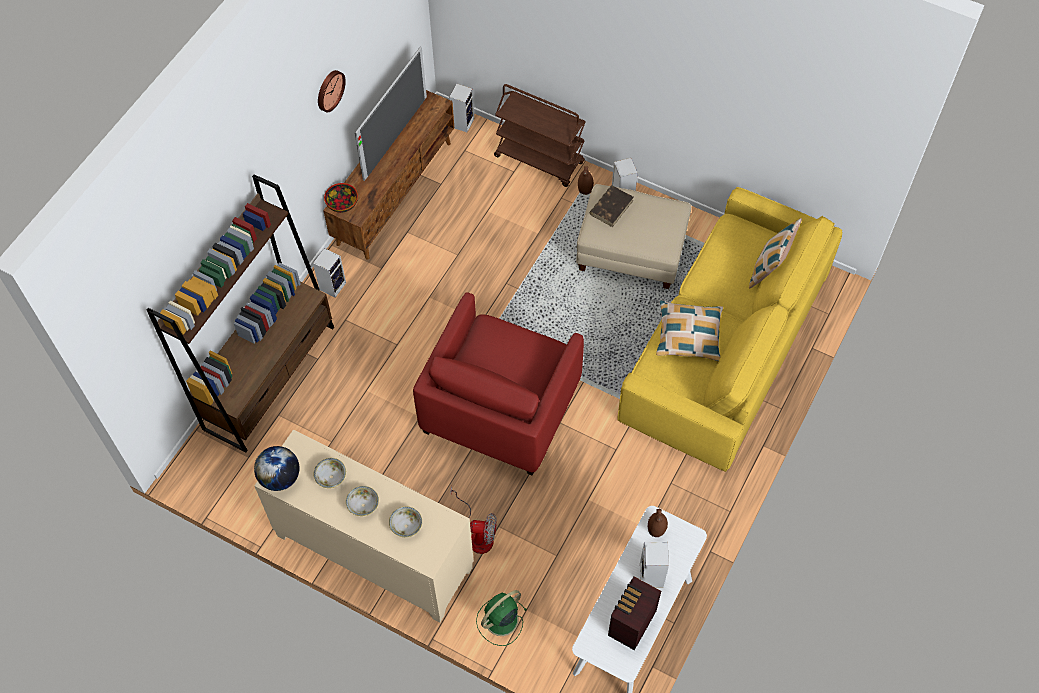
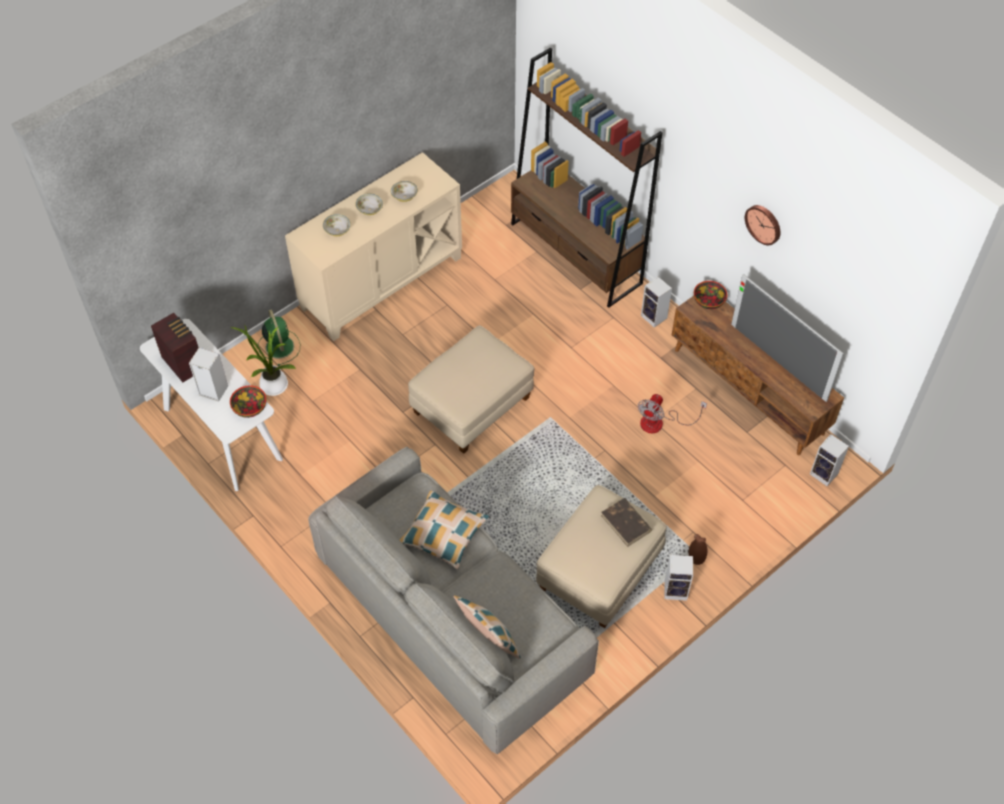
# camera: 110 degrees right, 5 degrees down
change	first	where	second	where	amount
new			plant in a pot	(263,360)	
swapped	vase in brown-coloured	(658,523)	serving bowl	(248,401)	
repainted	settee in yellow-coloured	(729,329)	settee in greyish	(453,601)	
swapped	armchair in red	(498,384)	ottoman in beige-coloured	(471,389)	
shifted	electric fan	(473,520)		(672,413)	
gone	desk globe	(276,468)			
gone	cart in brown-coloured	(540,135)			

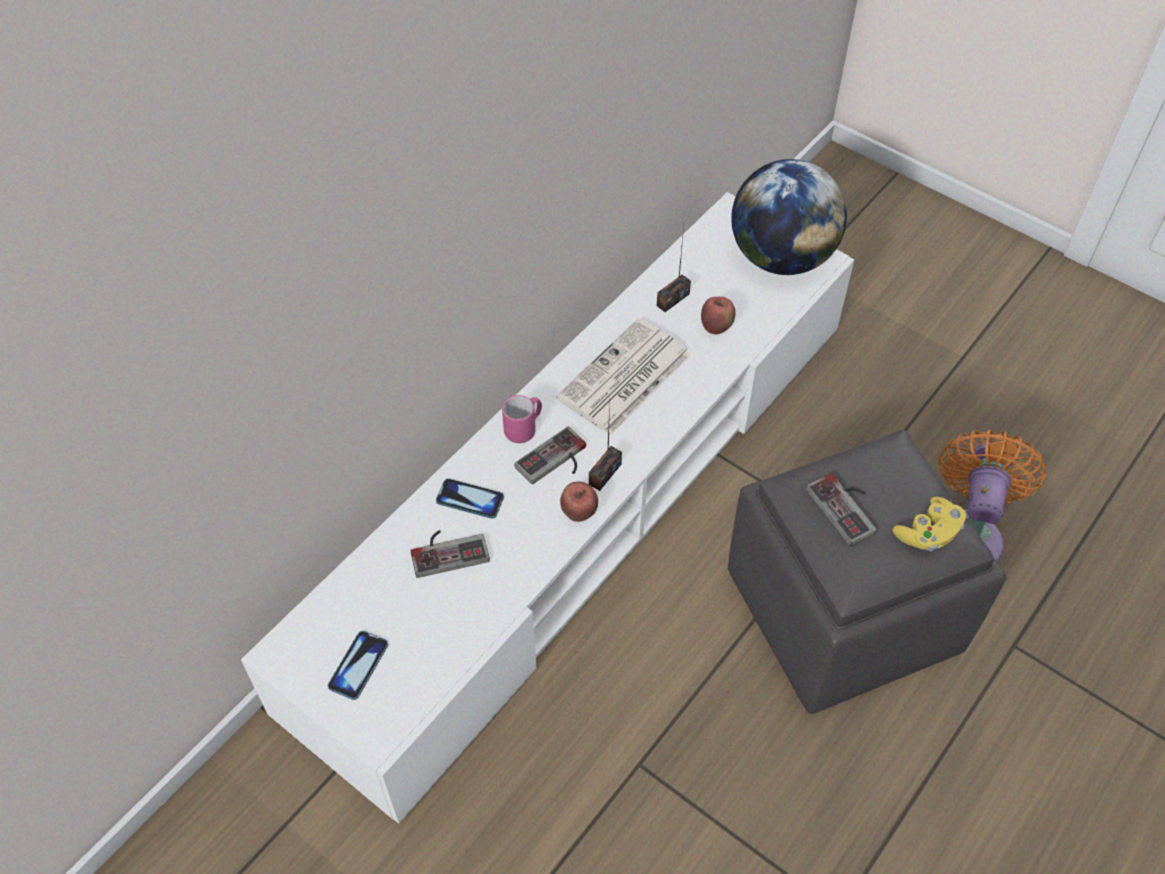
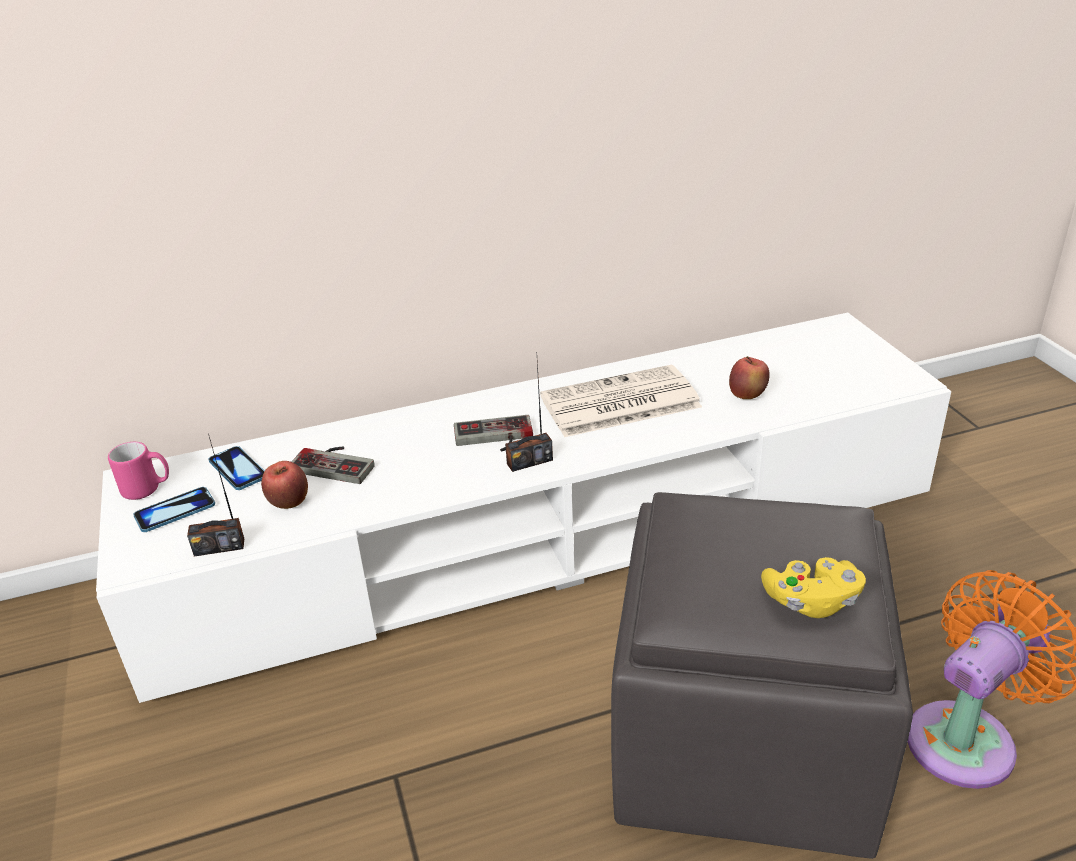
# camera: 35 degrees right, 20 degrees down
change	first	where	second	where	amount
shifted	coffee mug in pink	(522,419)		(138,471)	
shifted	radio receiver	(674,269)		(215,495)	
shifted	telephone	(470,498)		(236,468)	
shifted	whole apple	(579,501)		(284,485)	
gone	desk globe	(789,217)			
gone	gamepad	(841,509)			

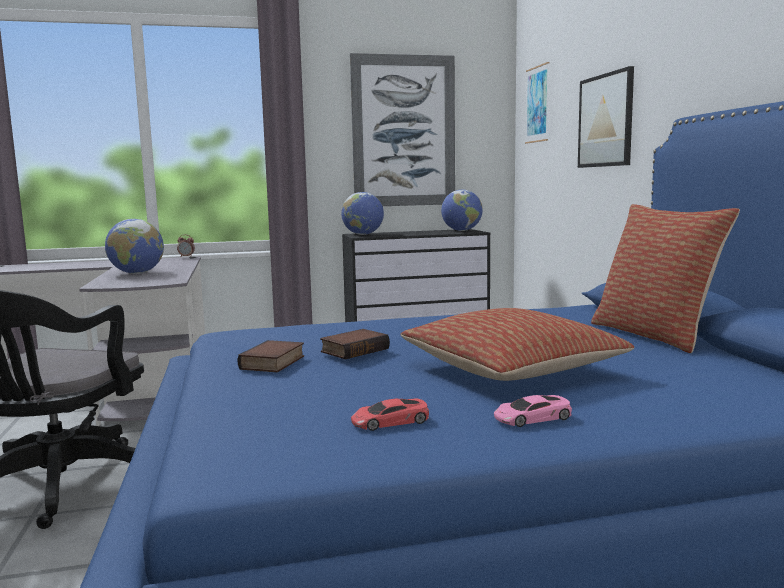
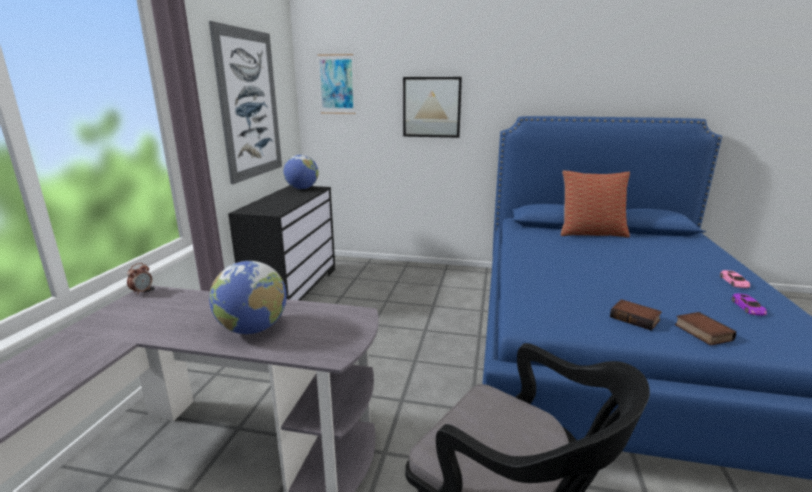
# camera: 65 degrees left, 10 degrees up
change	first	where	second	where	amount
shifted	bound book	(355,344)		(705,329)	
repainted	miniature car in red	(390,414)	miniature car in purple	(749,304)	
gone	desk globe	(362,213)			
gone	pillow	(517,344)			

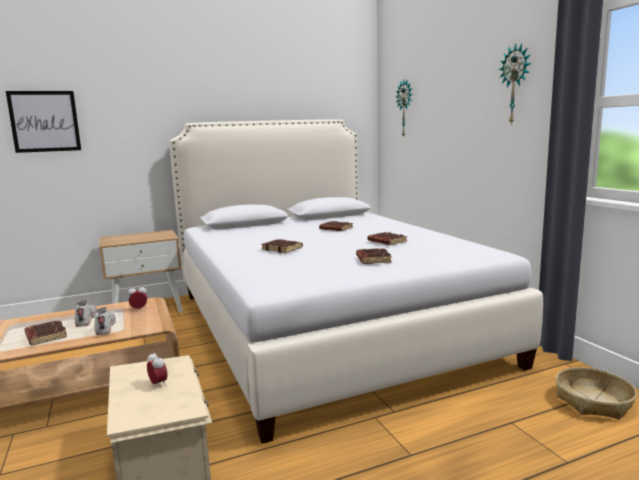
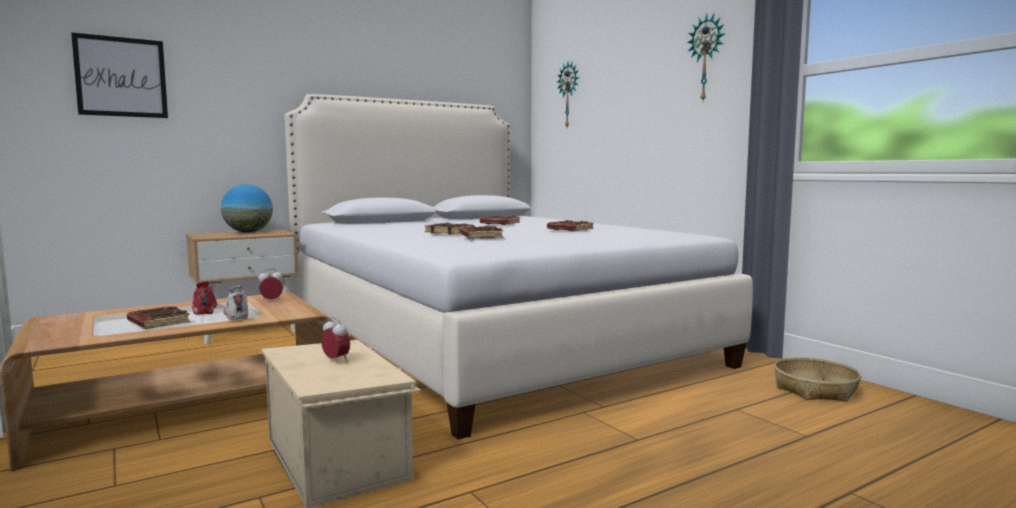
# camera: 10 degrees left, 5 degrees down
change	first	where	second	where	amount
repainted	item of footwear in whitish	(86,313)	item of footwear in red	(204,298)	
new			desk globe	(247,208)	
shifted	bound book in brown-coloured	(374,256)		(481,232)	

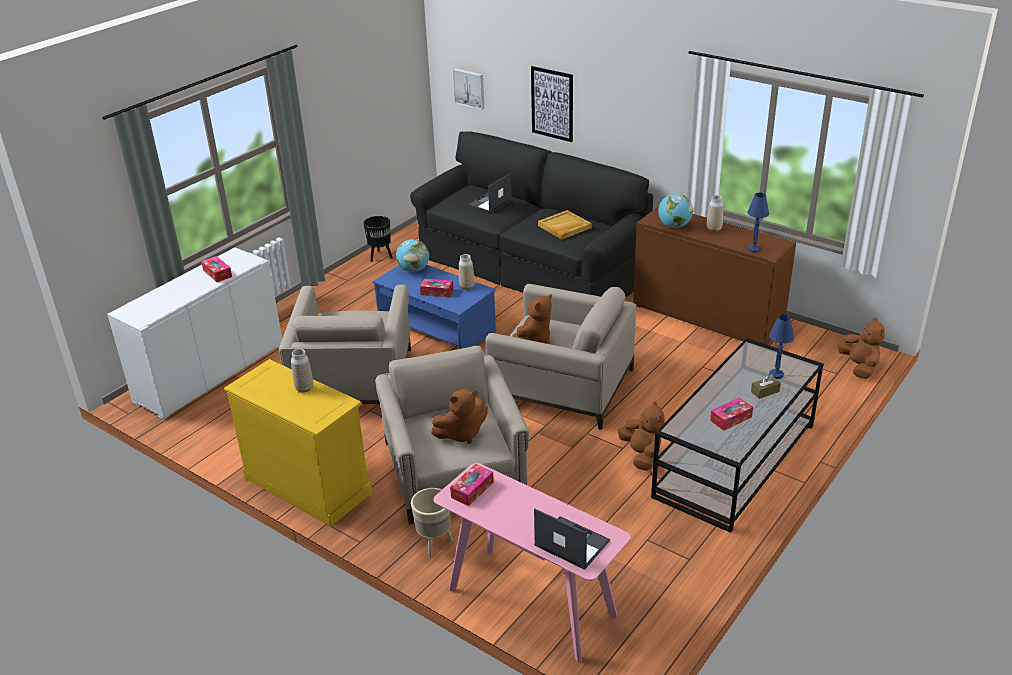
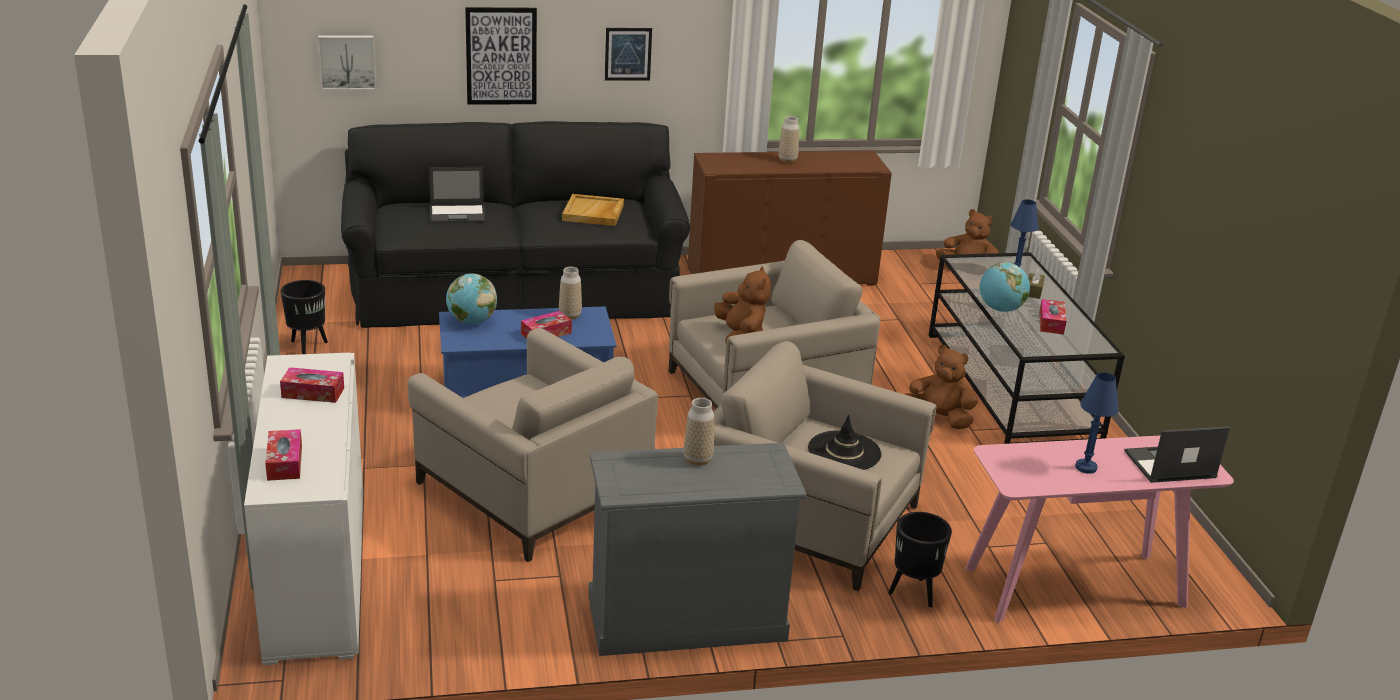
# camera: 50 degrees left, 5 degrees down
change	first	where	second	where	amount
shifted	tissue holder	(472,485)		(283,455)	
rotated	portable computer	(490,193)		(457,195)	90 degrees counterclockwise
repainted	drawer chest in yellow-coloured	(298,443)	drawer chest in greyish	(697,549)	
new			wall art	(628,54)	
swapped	plush toy in brown-coloured	(459,416)	wearable hat in blackish	(845,442)	
repainted	flower pot in beige-coloured	(432,523)	flower pot in blackish	(920,559)	
shifted	desk globe	(675,210)		(1005,287)	
shifted	table lamp in bluish	(758,223)		(1097,423)	

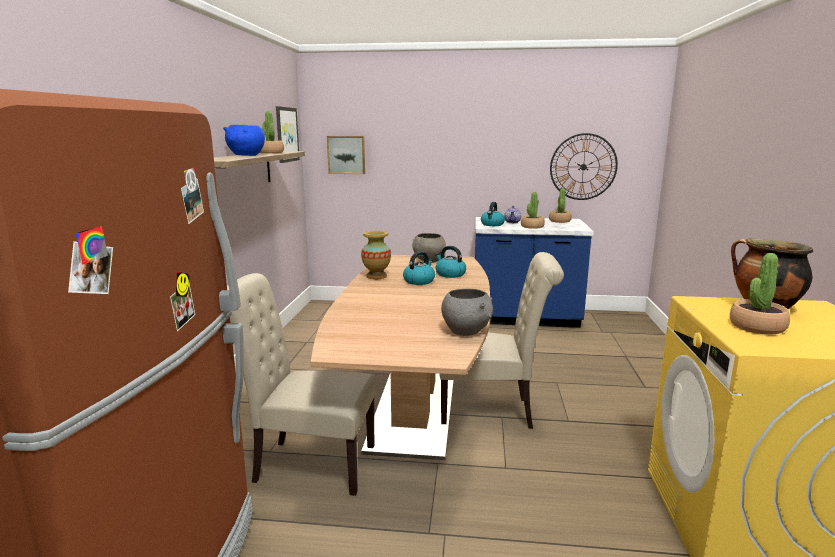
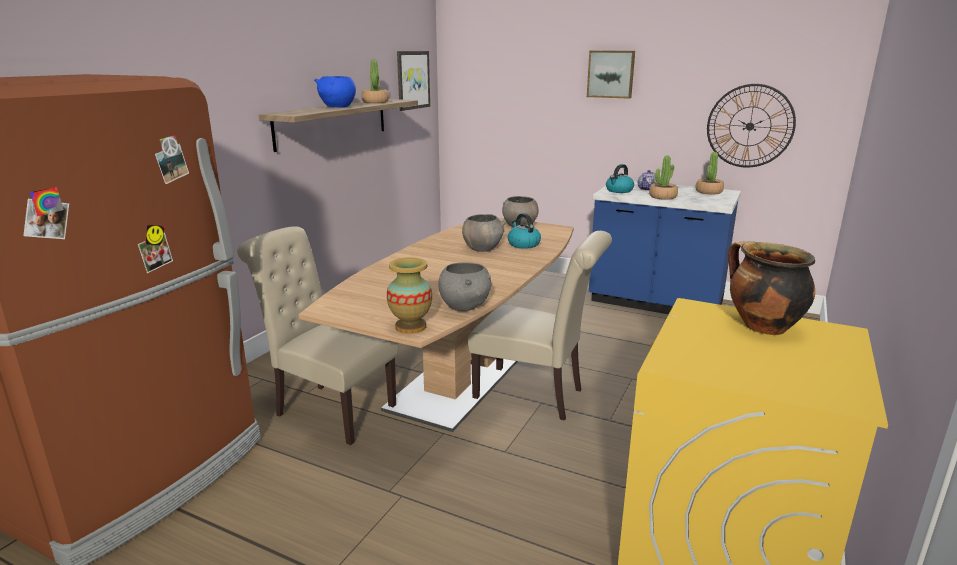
# camera: 20 degrees right, 5 degrees up
change	first	where	second	where	amount
shifted	vase	(376,255)		(409,295)	
swapped	tea kettle	(419,268)	serving bowl in greyish	(484,233)	
shifted	wall art	(346,155)		(611,75)	
gone	plant in a pot	(760,294)			

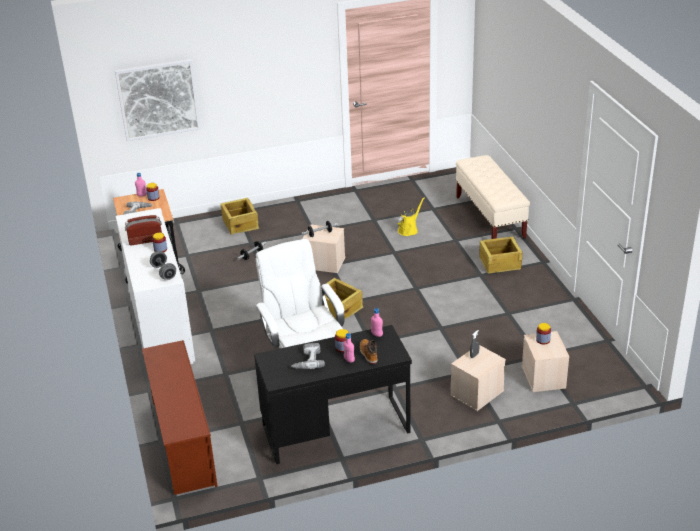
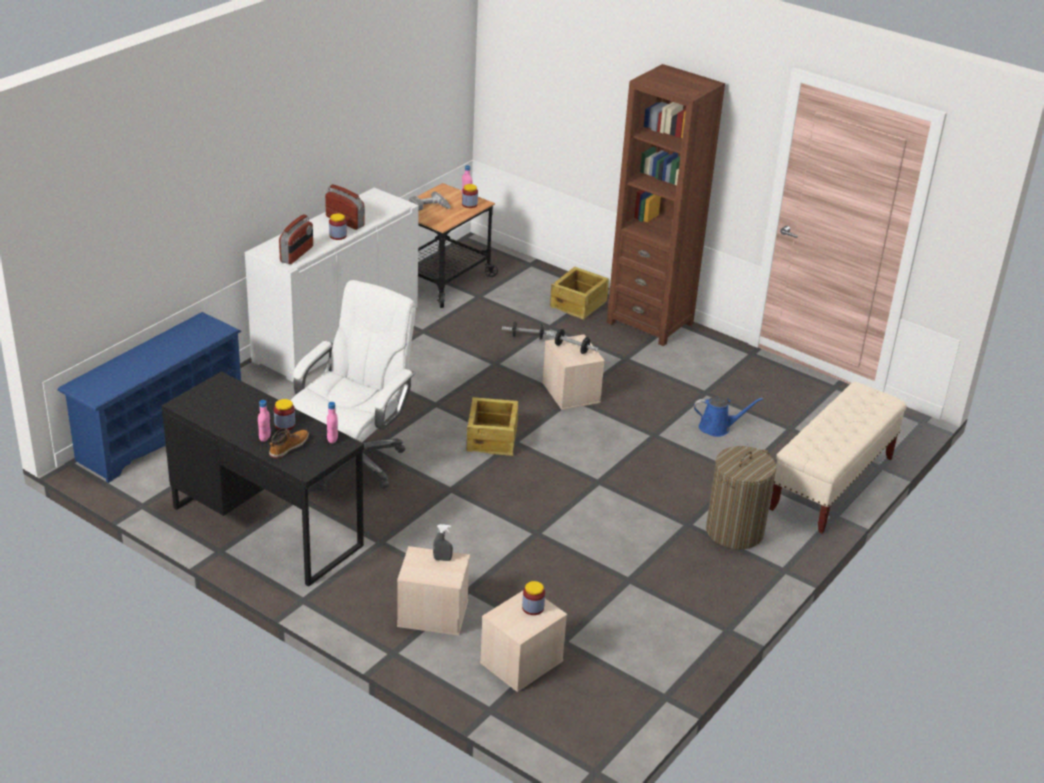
# camera: 50 degrees right, 0 degrees up
change	first	where	second	where	amount
repainted	shoe shelf in brown-coloured	(180,417)	shoe shelf in bluish	(149,397)	
swapped	hand weight in greyish	(163,265)	radio receiver	(296,239)	
new			bookcase in brown-coloured	(666,205)	
repainted	sprinkling can in yellow-coloured	(411,217)	sprinkling can in bluish	(728,417)	
swapped	shipping crate	(501,255)	washing basket	(741,498)	
gone	wall art	(158,100)			
gone	power drill	(308,356)			

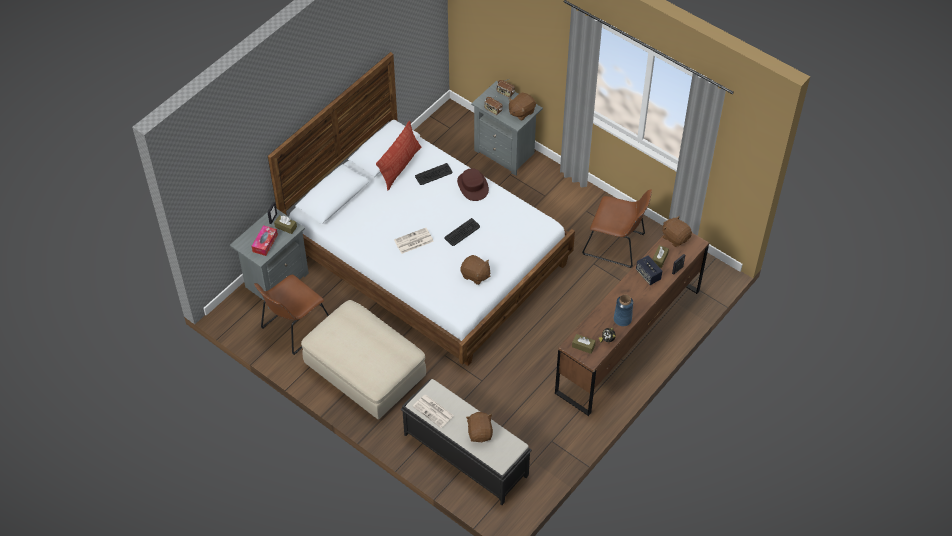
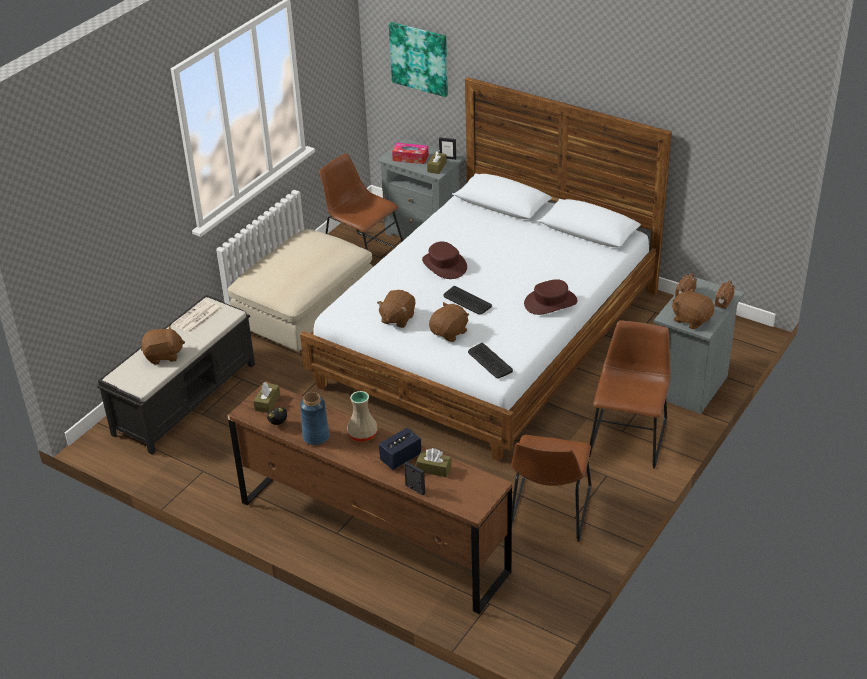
# camera: 85 degrees right, 15 degrees down
change	first	where	second	where	amount
new			vase in beige-coloured	(362,416)	
new			wall art	(418,59)	
swapped	printed paper	(414,241)	wearable hat in brown-coloured	(444,260)	
shifted	plush toy in brown-coloured	(677,231)		(449,322)	
shifted	computer keyboard	(433,174)		(490,360)	
new			chair in brown-coloured	(630,394)	
gone	pillow	(399,155)			

